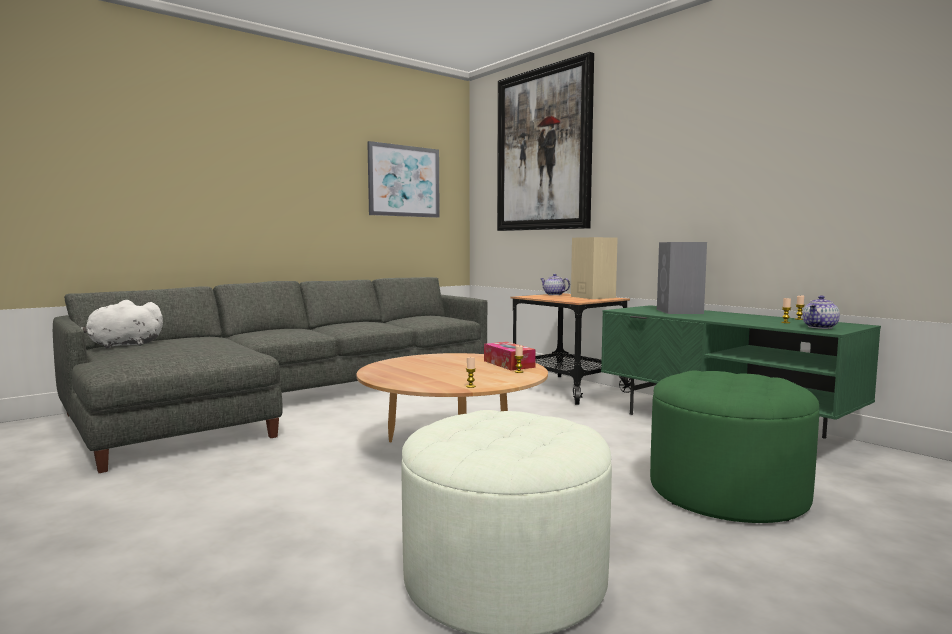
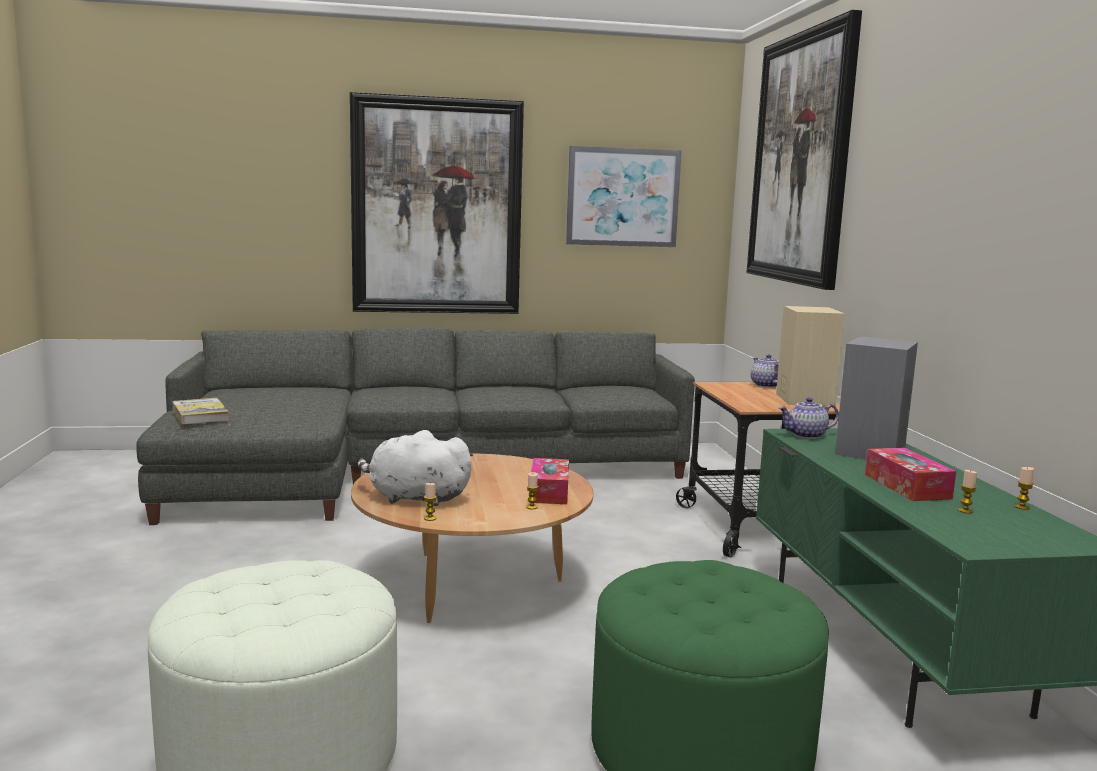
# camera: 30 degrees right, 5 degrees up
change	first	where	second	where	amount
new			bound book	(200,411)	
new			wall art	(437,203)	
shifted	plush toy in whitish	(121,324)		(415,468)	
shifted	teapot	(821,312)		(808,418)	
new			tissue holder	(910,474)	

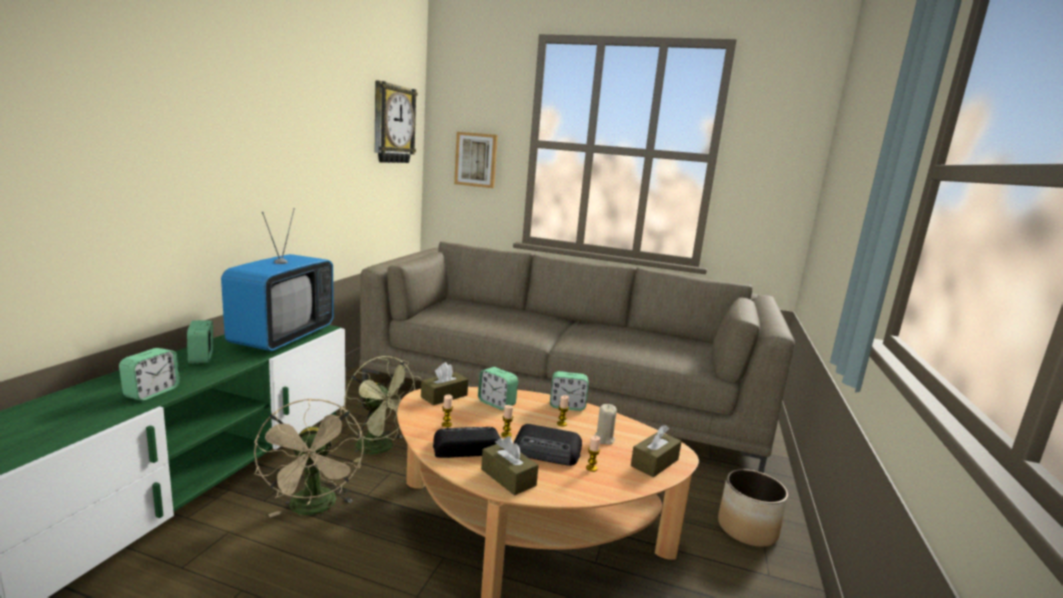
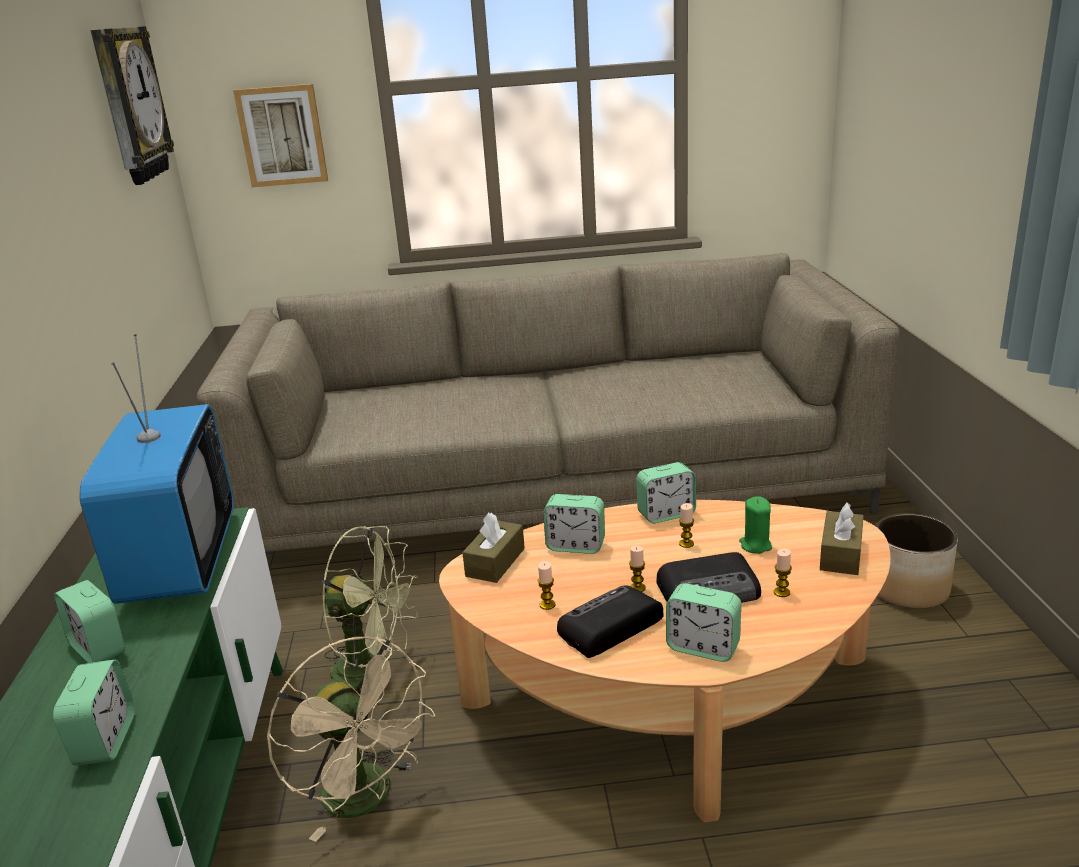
# camera: 20 degrees left, 10 degrees up
change	first	where	second	where	amount
swapped	tissue holder in brown-coloured	(510,466)	table clock	(703,622)	
repainted	candle in beige-coloured	(605,424)	candle in green-coloured	(755,525)	

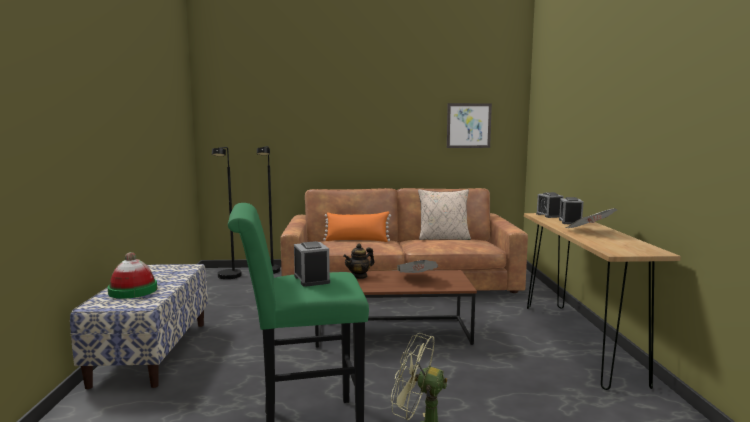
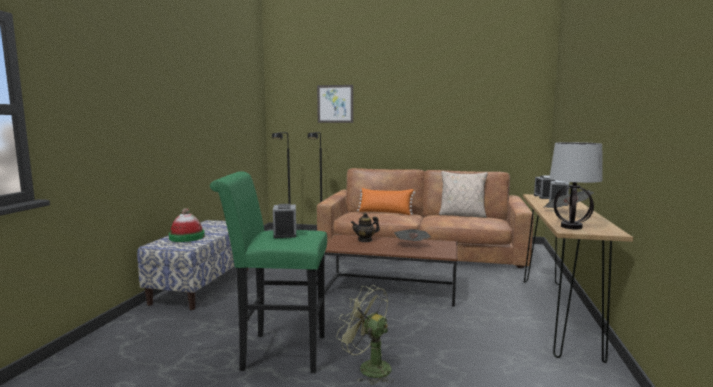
# camera: 15 degrees right, 0 degrees up
change	first	where	second	where	amount
shifted	wall art	(469,125)		(335,104)	
new			table lamp	(575,186)	

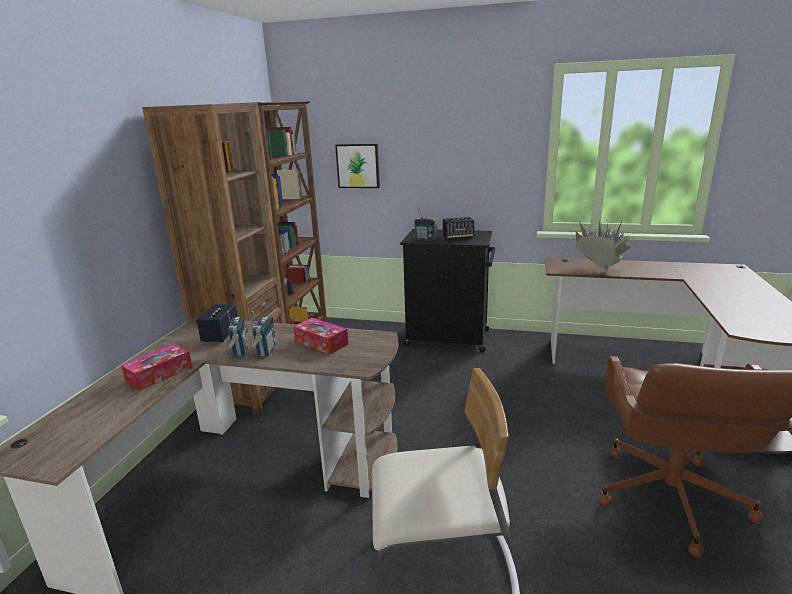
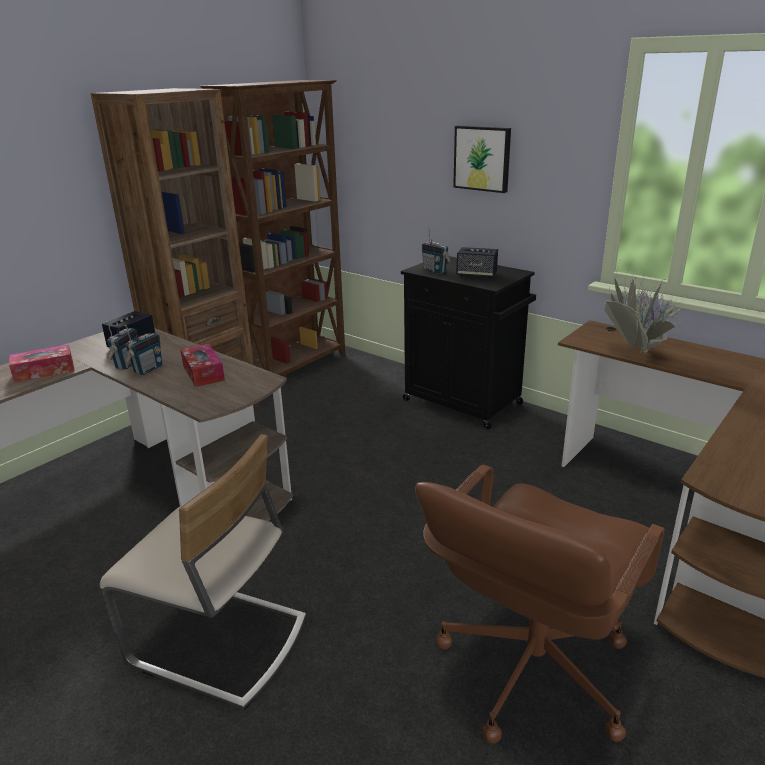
# camera: 25 degrees right, 5 degrees up
change	first	where	second	where	amount
shifted	wall art	(357,166)		(482,159)	

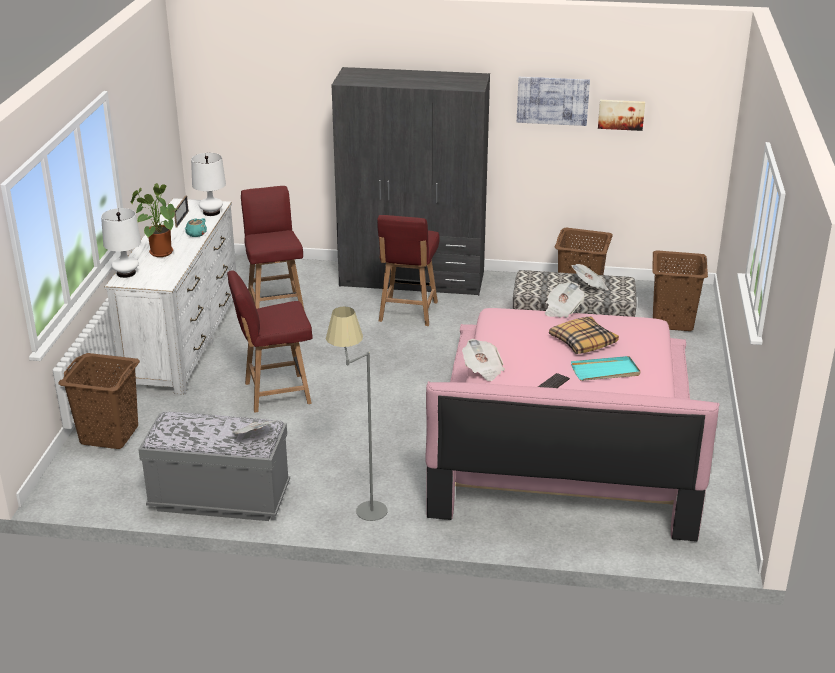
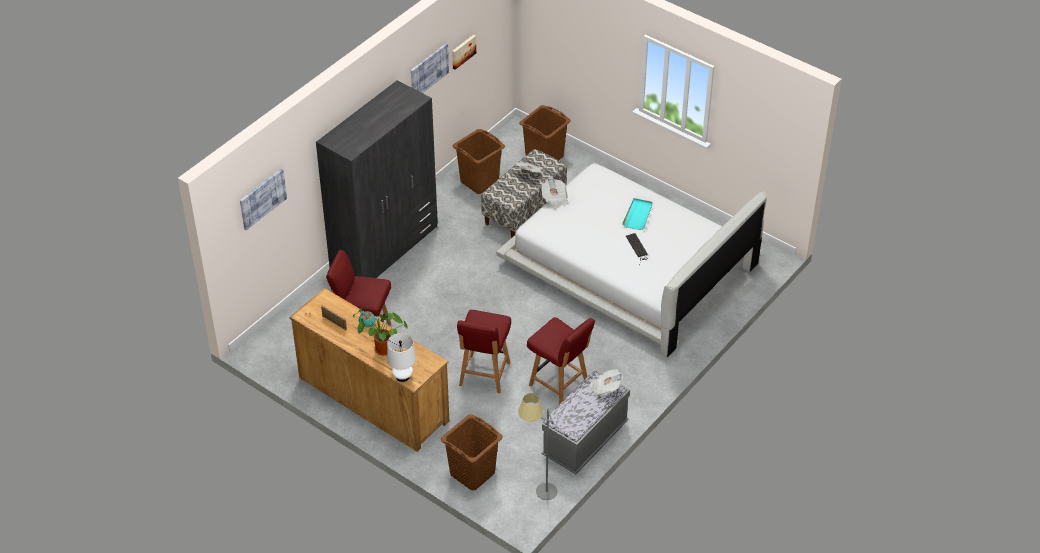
# camera: 60 degrees left, 15 degrees up
change	first	where	second	where	amount
new			wall art	(263,199)	
repainted	drawer chest in whitish	(170,296)	drawer chest in brown-coloured	(369,370)	
repainted	bed in pink	(572,424)	bed in whitish	(631,260)	
shifted	floor lamp in greyish	(357,413)		(537,446)	
shifted	chair in red	(408,270)		(561,361)	
gone	table lamp in whitish	(208,184)			
gone	printed paper	(483,360)			
gone	pillow	(584,335)			

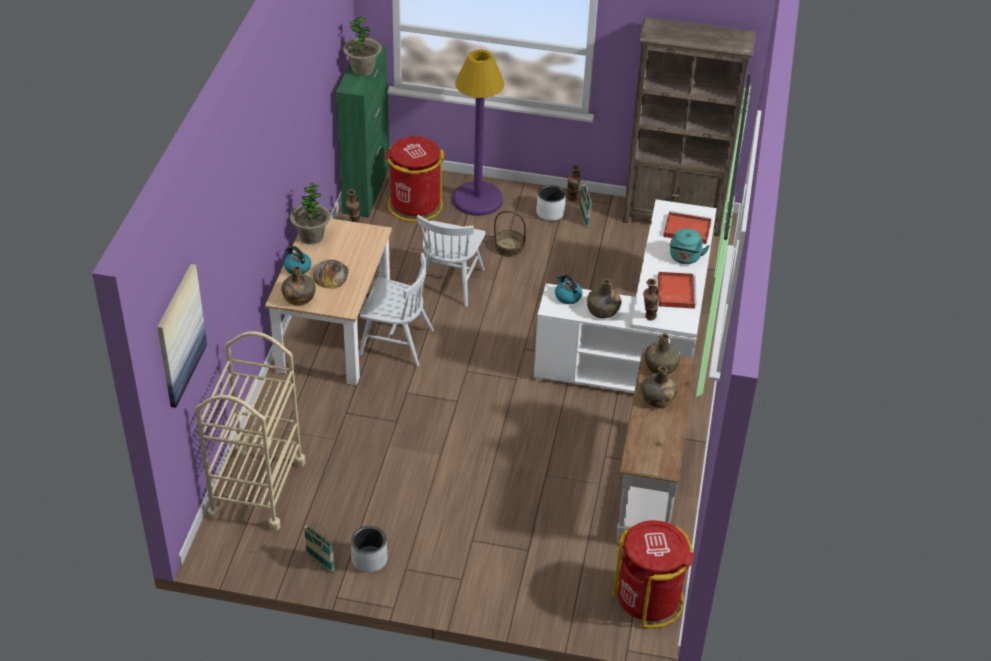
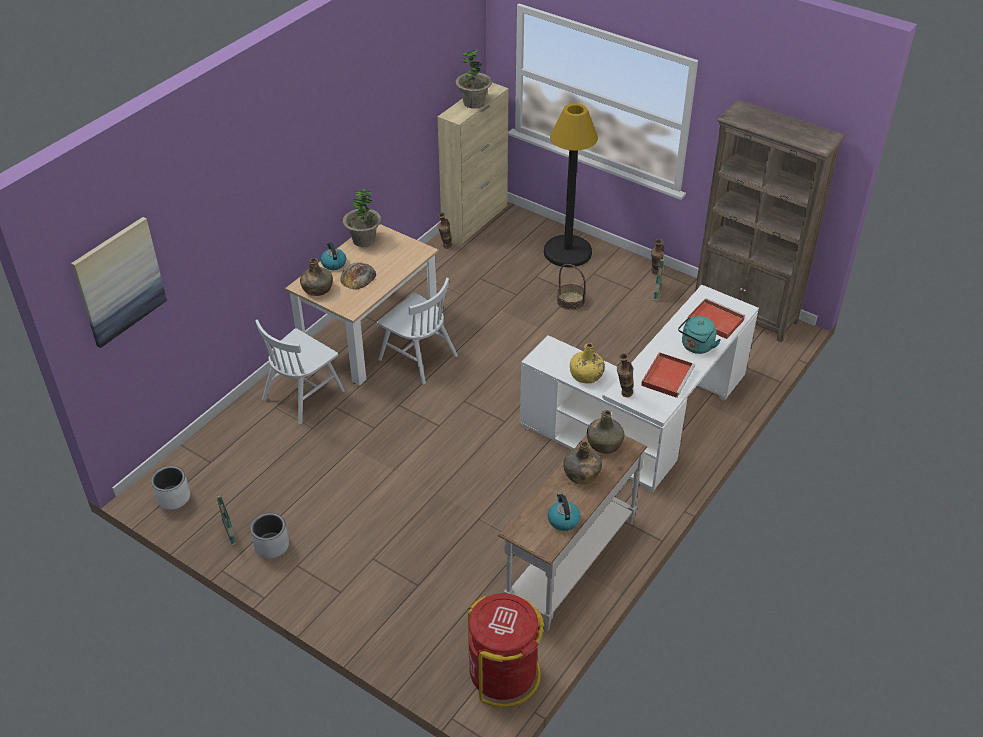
# camera: 25 degrees right, 0 degrees up
change	first	where	second	where	amount
shifted	flower pot in whitish	(551,203)		(170,488)	
shifted	chair in whitish	(451,261)		(300,371)	
repainted	cupboard in green-coloured	(363,132)	cupboard in beige-coloured	(473,163)	
repainted	floor lamp in purple	(479,132)	floor lamp in blackish	(571,185)	
shifted	tea kettle	(568,289)		(564,512)	
repainted	bottle in green-coloured	(604,298)	bottle in yellow-coloured	(587,363)	
gone	cart in beige-coloured	(250,431)			
gone	waste bin in red	(415,179)			

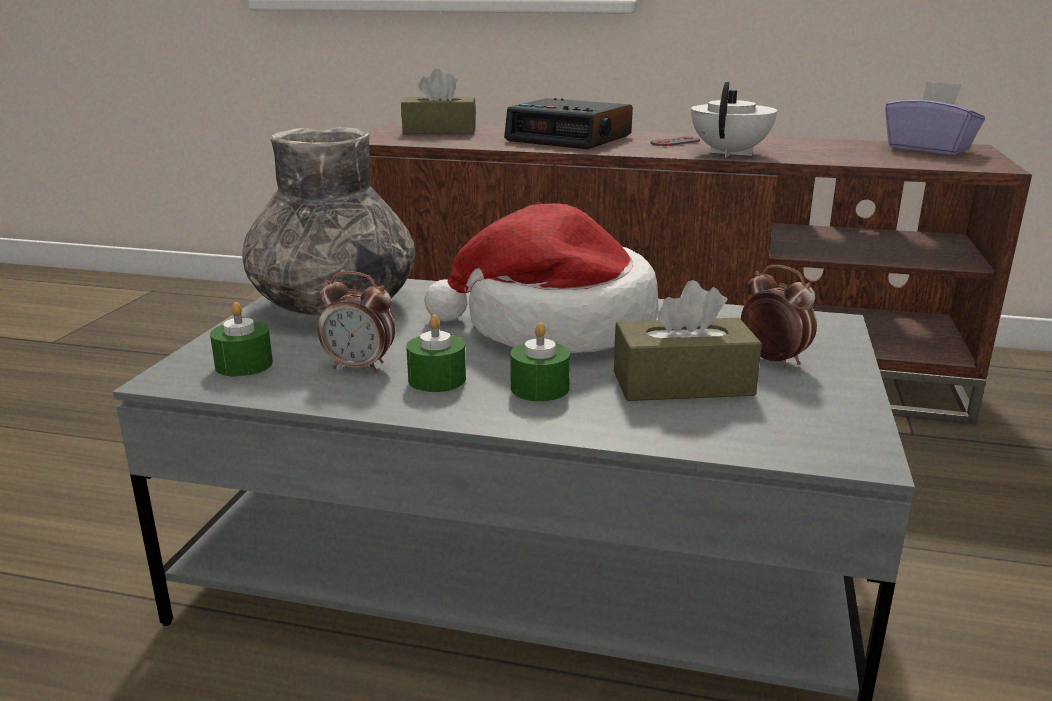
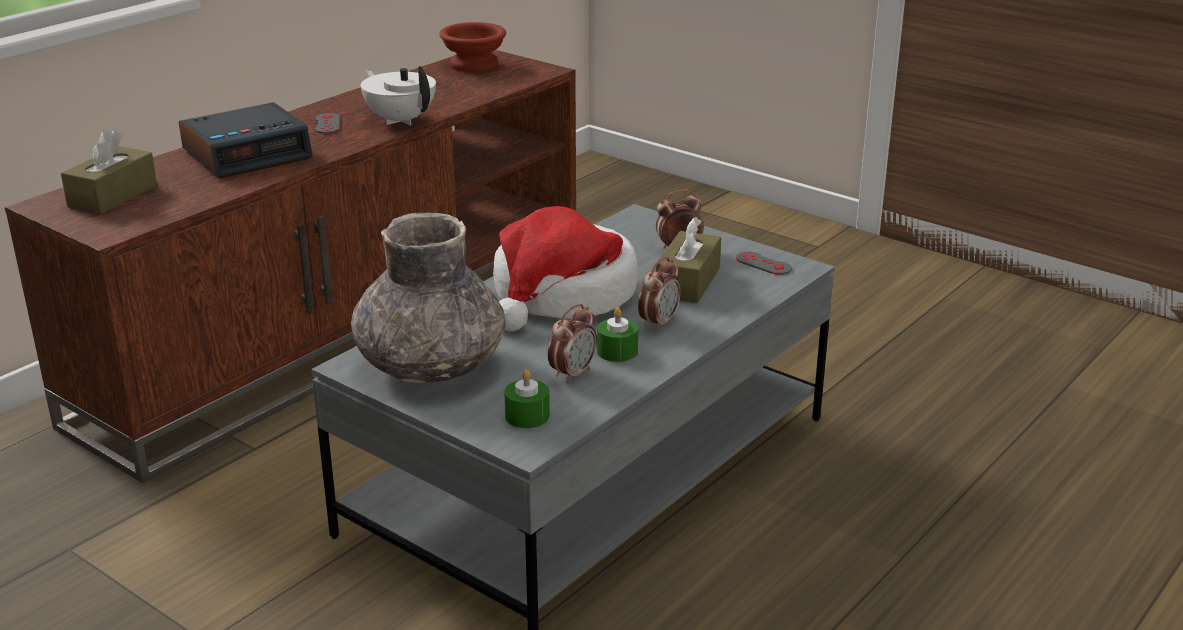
# camera: 65 degrees left, 5 degrees up
change	first	where	second	where	amount
swapped	tissue holder in purple	(935,118)	serving bowl in brown-coloured	(472,47)	
swapped	candle in green-coloured	(540,362)	table clock	(659,293)	
new			gamepad in greyish	(764,263)	

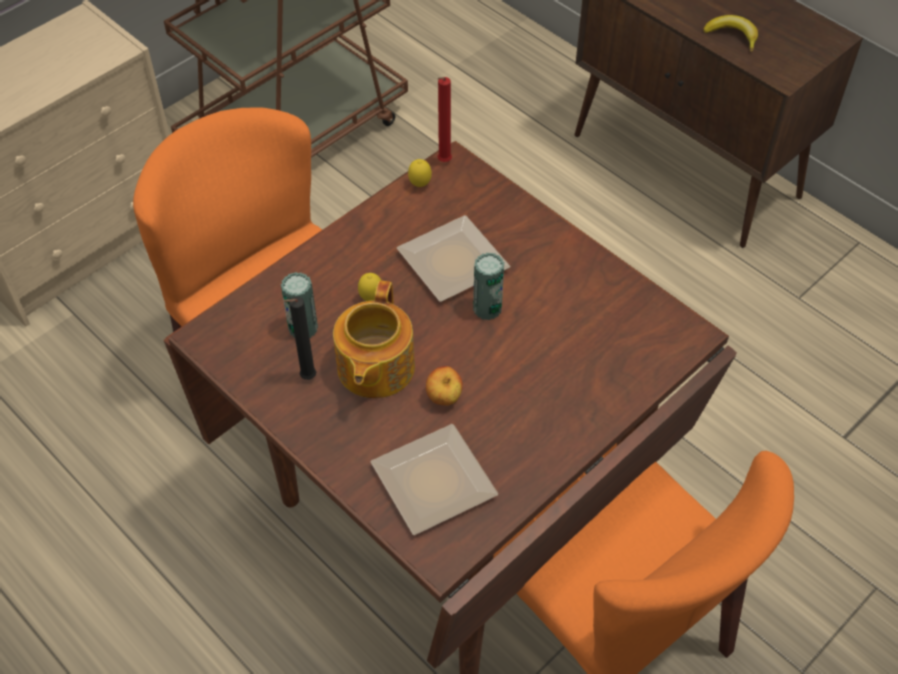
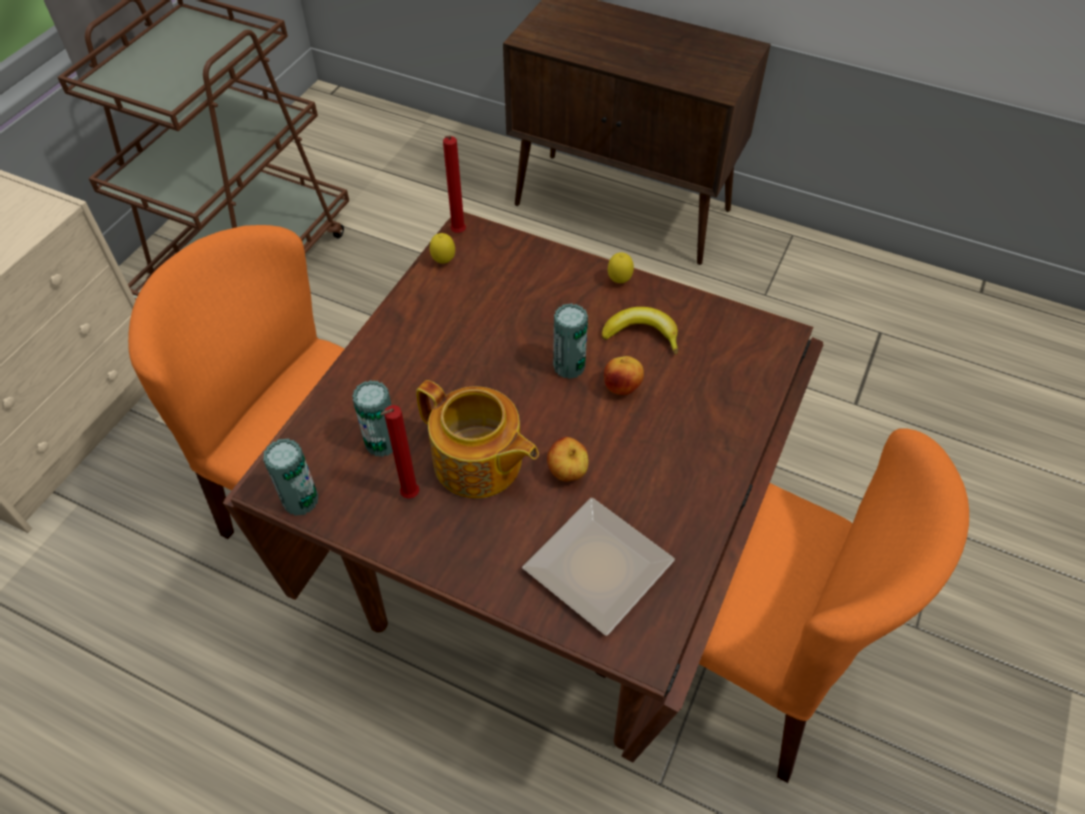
# camera: 20 degrees left, 0 degrees up
change	first	where	second	where	amount
new			sealed can	(290,477)	
repainted	candle in blackish	(299,338)	candle in red	(399,452)	
rotated	teapot	(374,339)		(477,439)	45 degrees counterclockwise
shifted	banana fruit	(730,33)		(640,330)	
new			whole apple	(624,375)	
shifted	lemon	(370,287)		(621,268)	
gone	flat dish	(453,258)			

